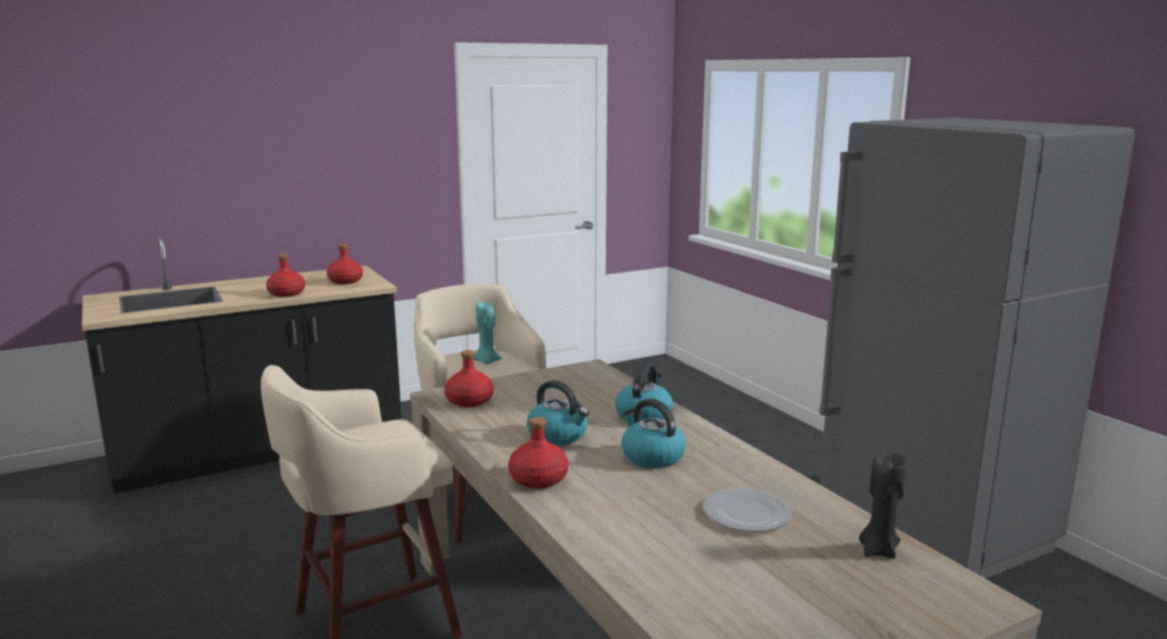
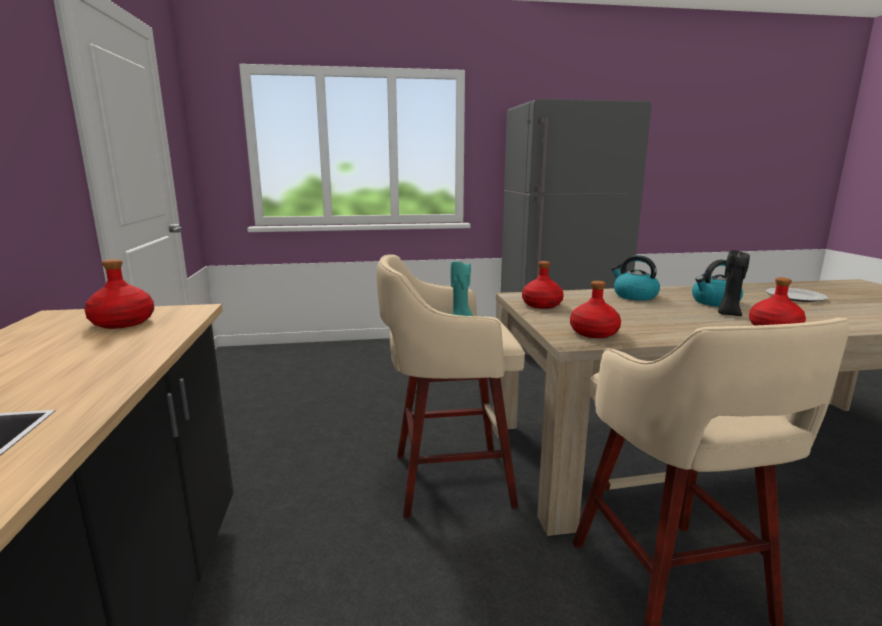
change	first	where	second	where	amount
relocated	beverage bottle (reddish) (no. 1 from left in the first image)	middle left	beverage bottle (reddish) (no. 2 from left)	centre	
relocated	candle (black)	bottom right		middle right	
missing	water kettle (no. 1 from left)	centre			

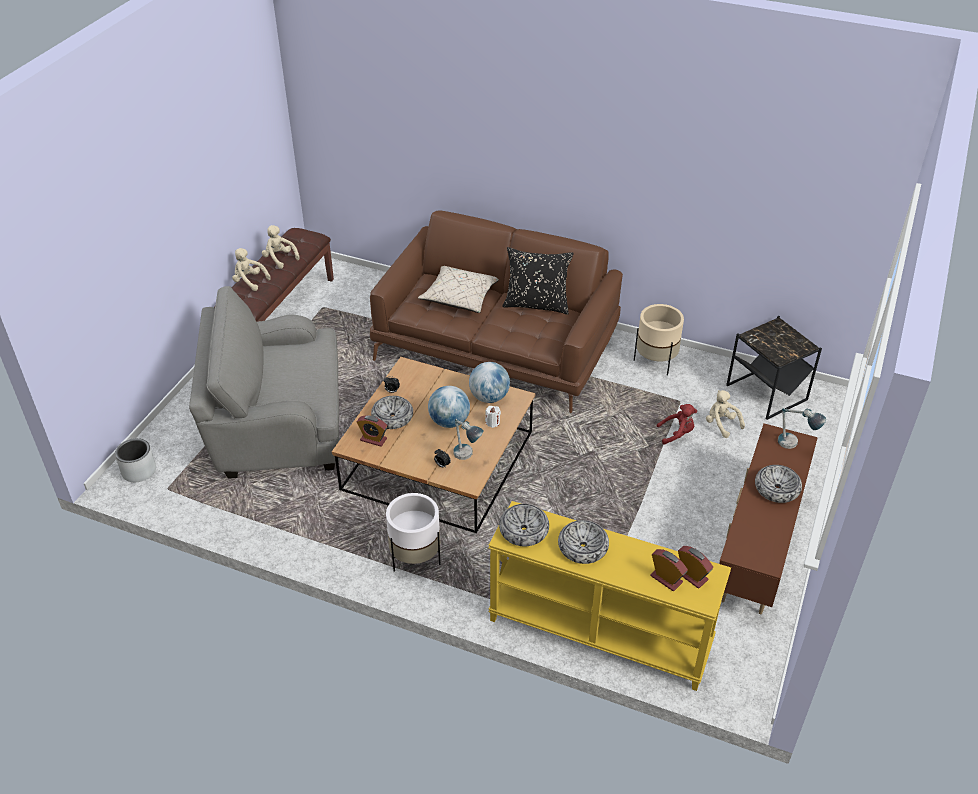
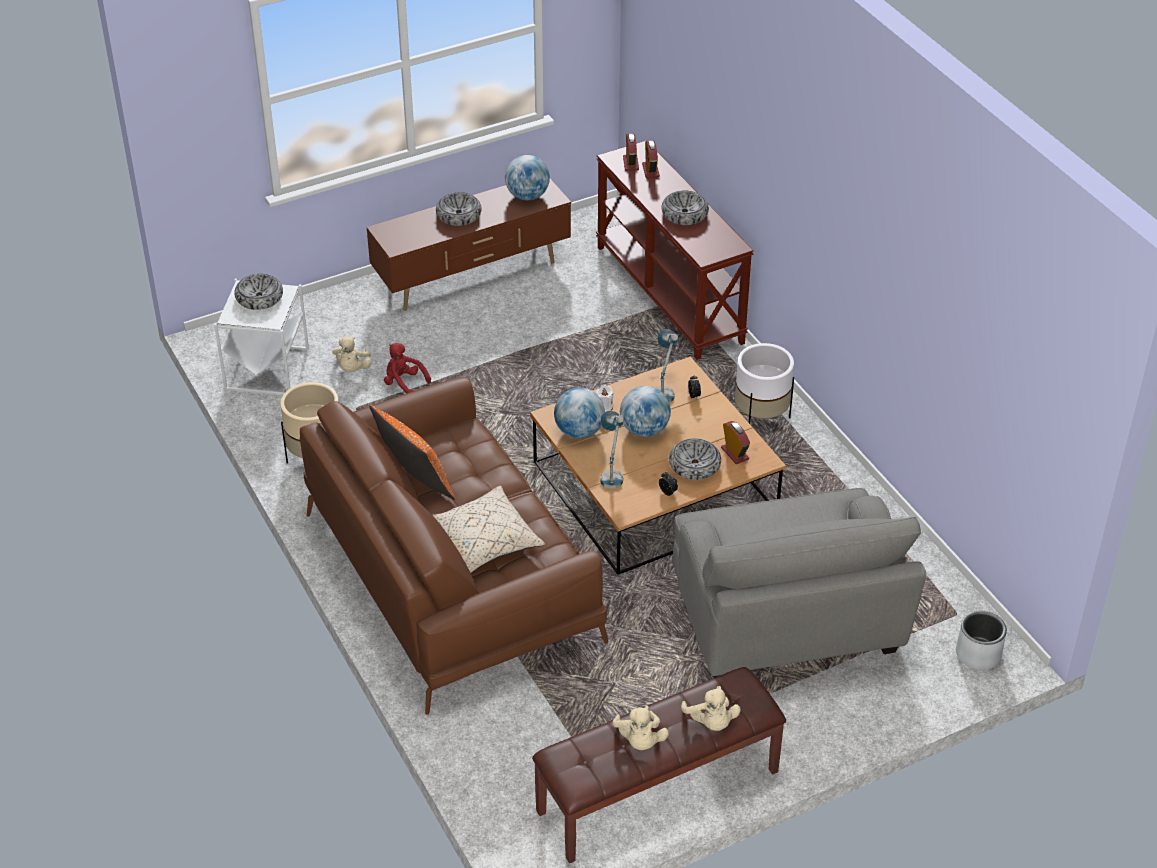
change	first	where	second	where	amount
colour	accent table (black)	middle right	accent table (whitish)	middle left	
relocated	deep dish (no. 2 from left in the first image)	centre	deep dish (no. 1 from left)	middle left	
colour	throw pillow (black)	centre	throw pillow (orangey)	centre	
appeared			world globe (no. 1 from left)	top centre	
colour	narrow table (yellow)	bottom centre	narrow table (brown)	top centre	
relocated	lamp for a table (no. 2 from left in the first image)	middle right	lamp for a table (no. 1 from left)	centre	
spun	easy chair (gray)	middle left		bottom right	45 degrees clockwise

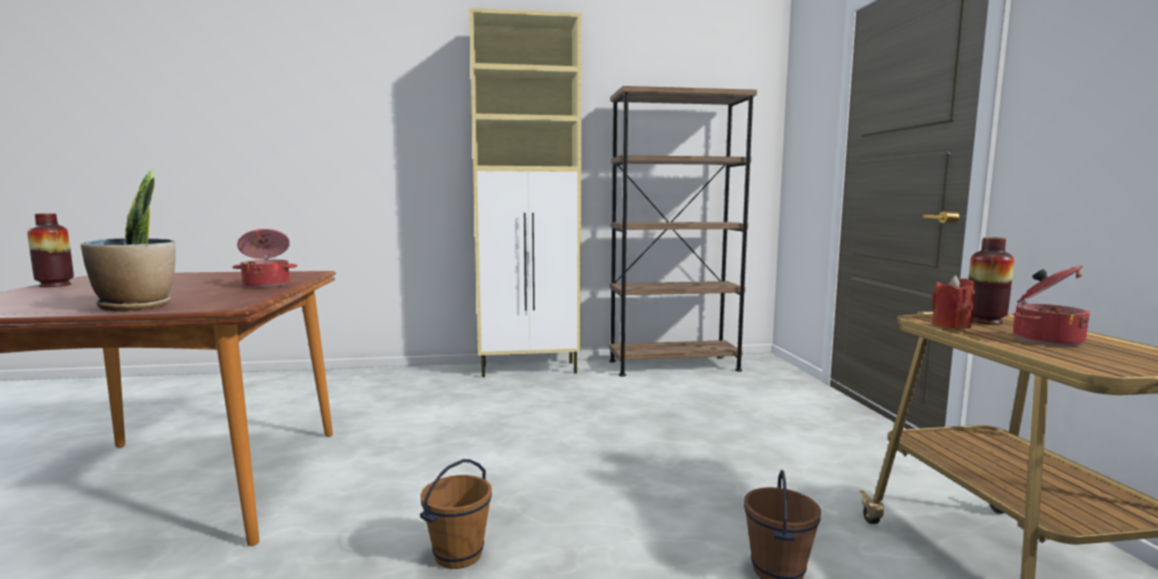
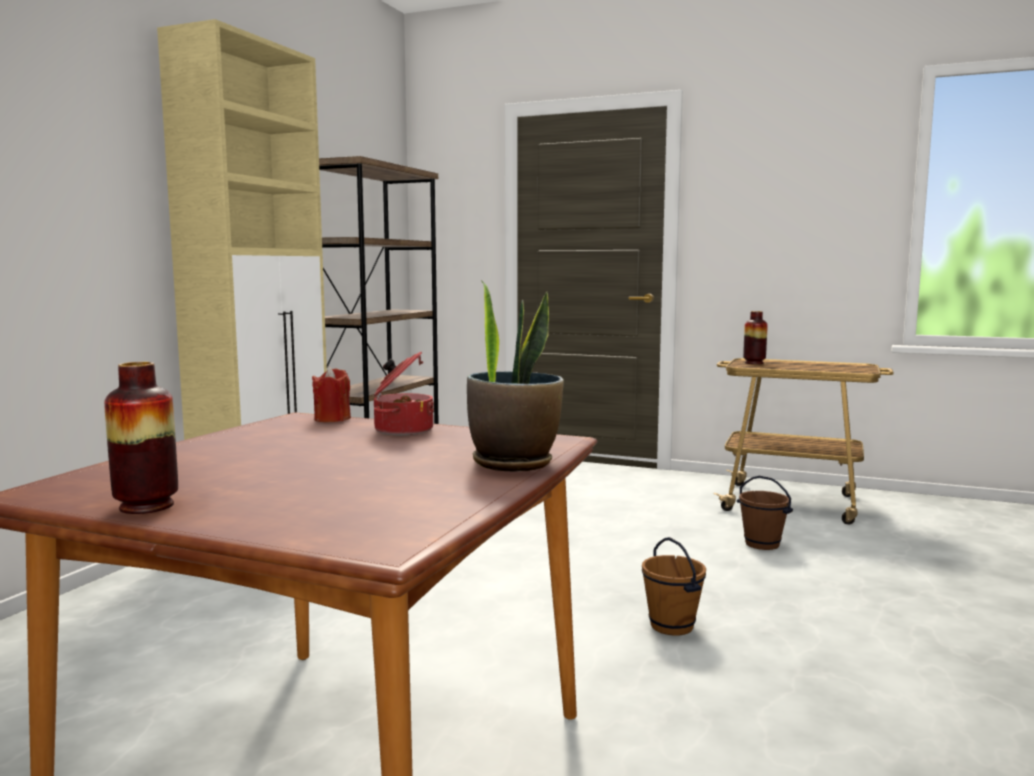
change	first	where	second	where	amount
relocated	candle (reddish)	middle right		middle left	
missing	saucepot (no. 2 from left)	middle right			

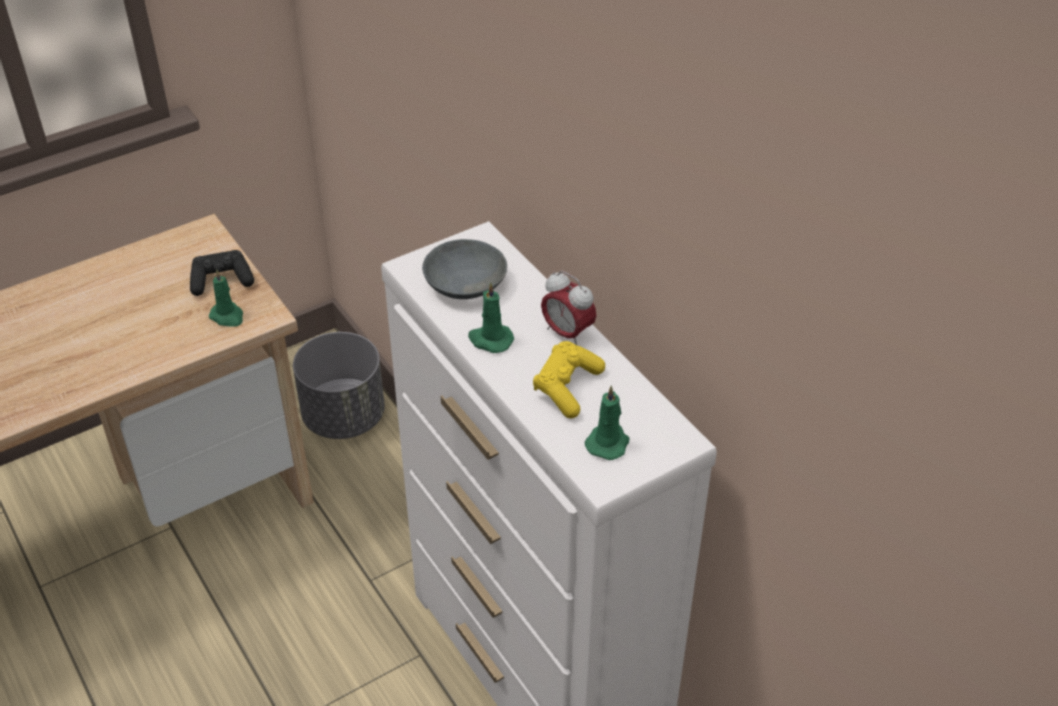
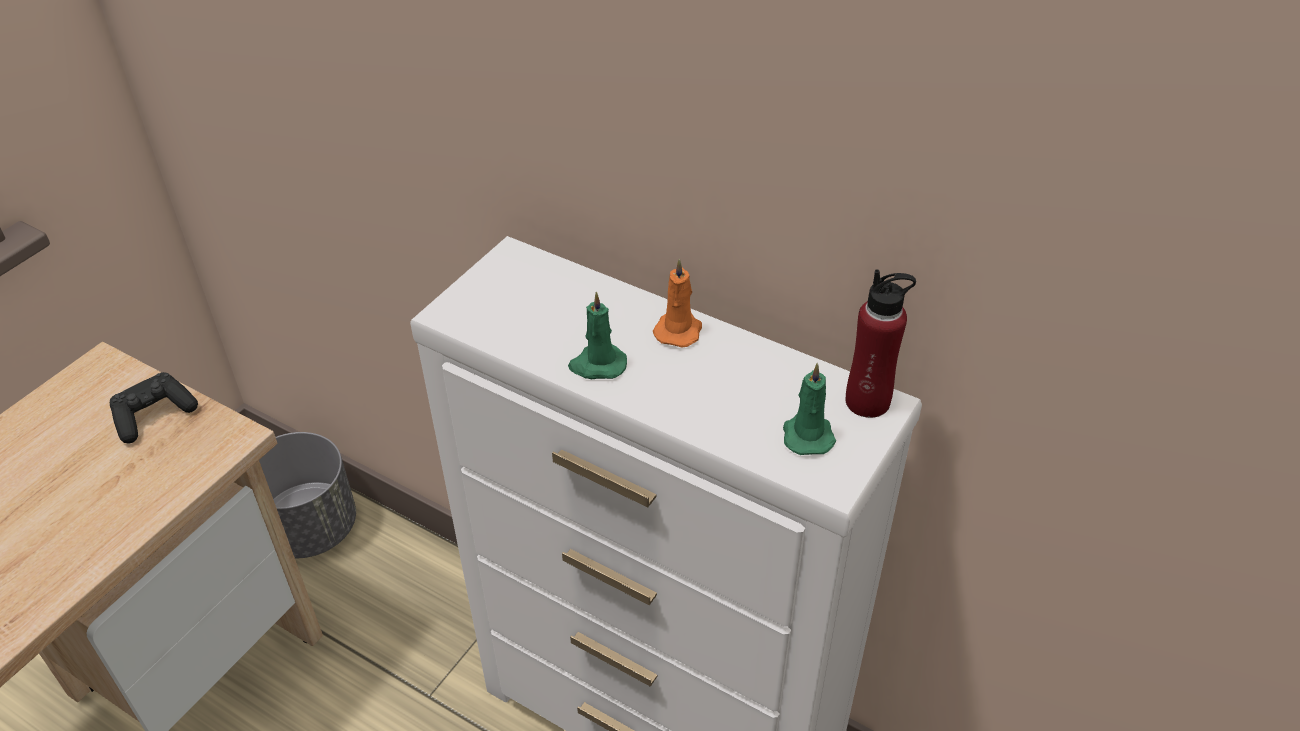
change	first	where	second	where	amount
exchanged	bedside clock	centre	candle (orangey)	centre	
appeared			beverage bottle (reddish)	middle right	
missing	candle (greenish) (no. 1 from left)	middle left			
missing	deep dish (gray)	centre			
missing	joypad (yellow)	centre			

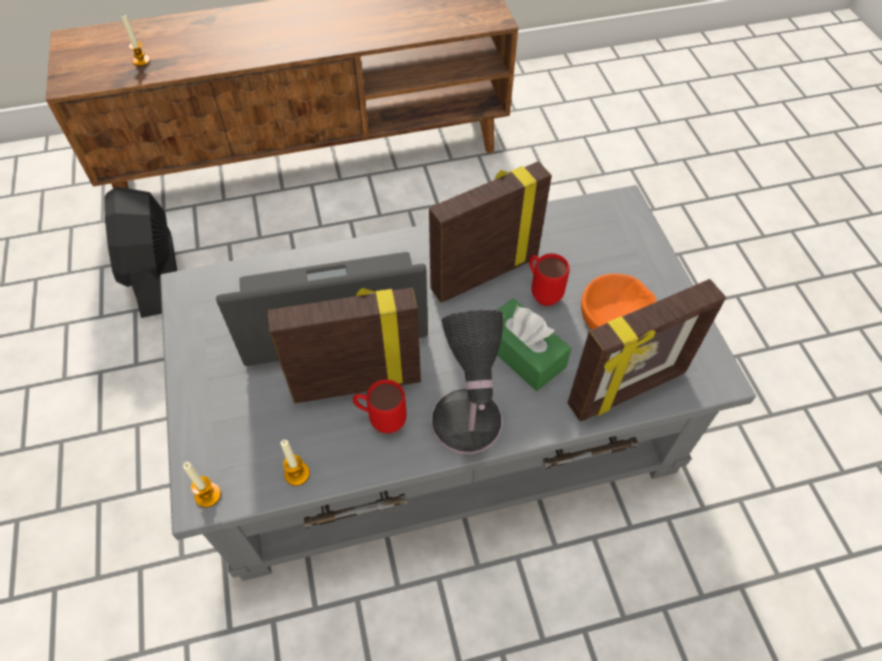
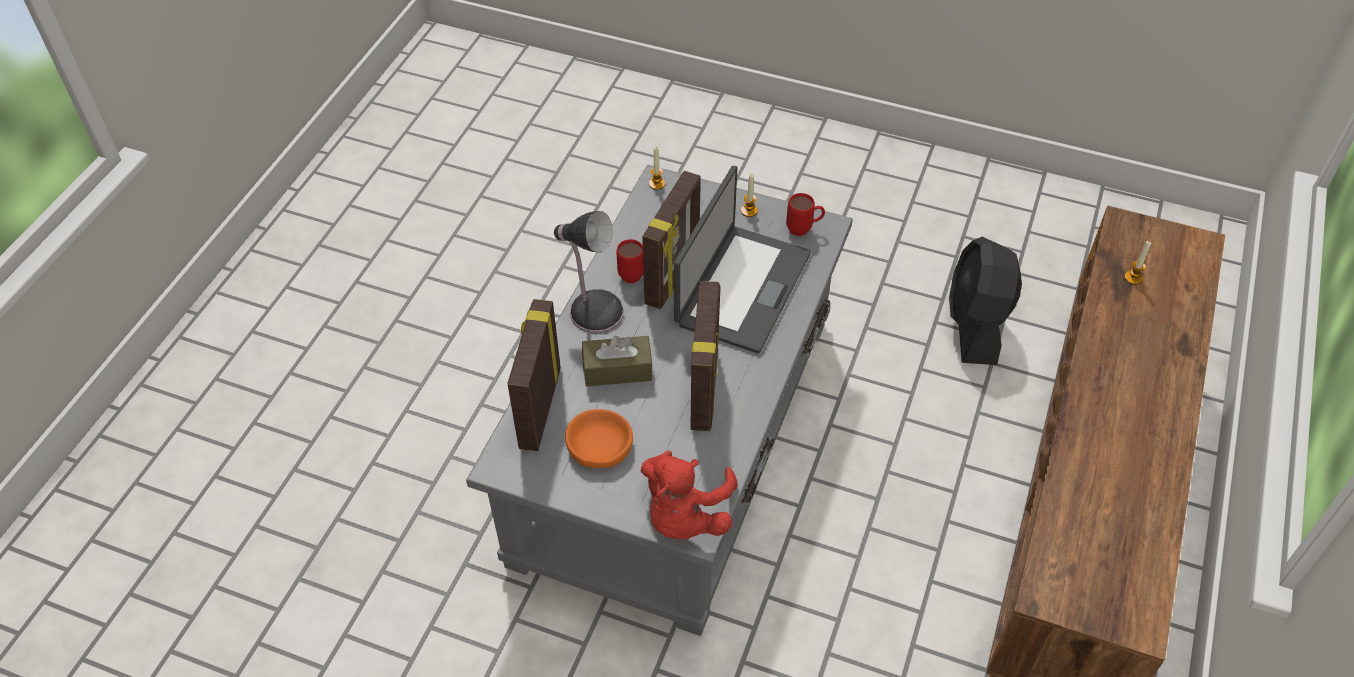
change	first	where	second	where	amount
colour	box of tissues (greenish)	centre	box of tissues (brown)	centre	
appeared			soft toy (reddish)	bottom centre	
relocated	candle (no. 3 from left in the first image)	bottom centre	candle (no. 2 from left)	top centre	
relocated	coffee mug (reddish) (no. 2 from left)	centre		top centre	
spun	cooling fan (black)	middle left		middle right	105 degrees counterclockwise

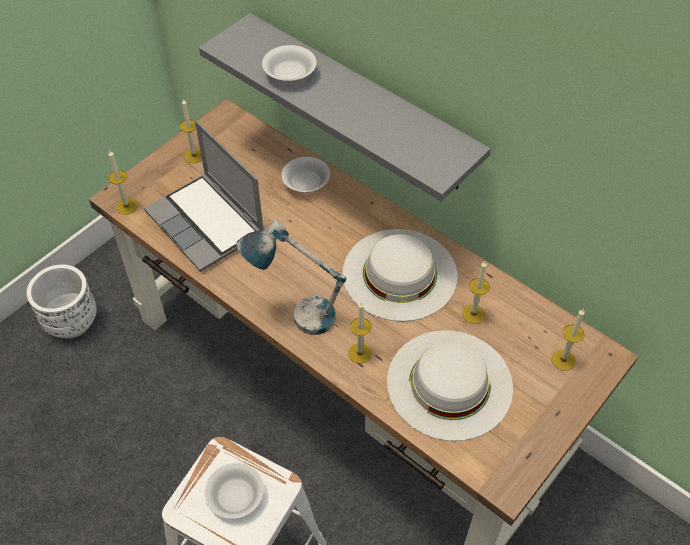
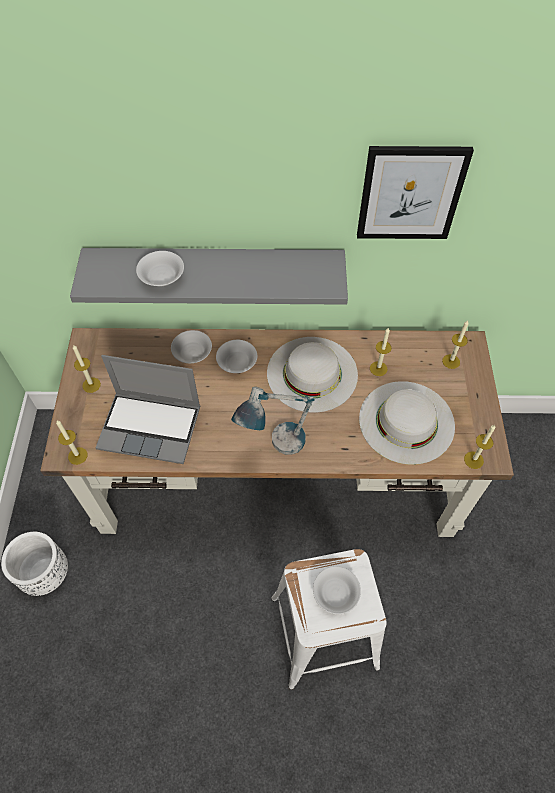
change	first	where	second	where	amount
appeared			deep dish (whitish) (no. 3 from left)	centre	
appeared			wall picture	top right	
relocated	candle (no. 3 from left in the first image)	centre	candle (no. 5 from left)	middle right	

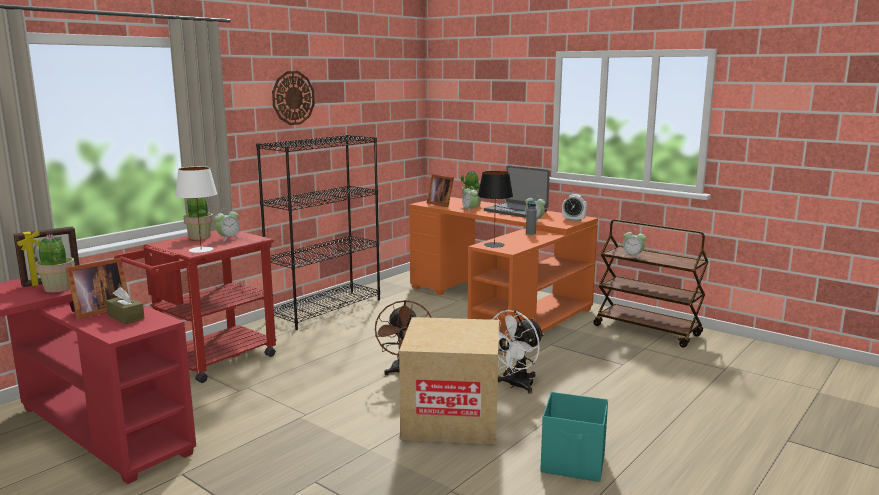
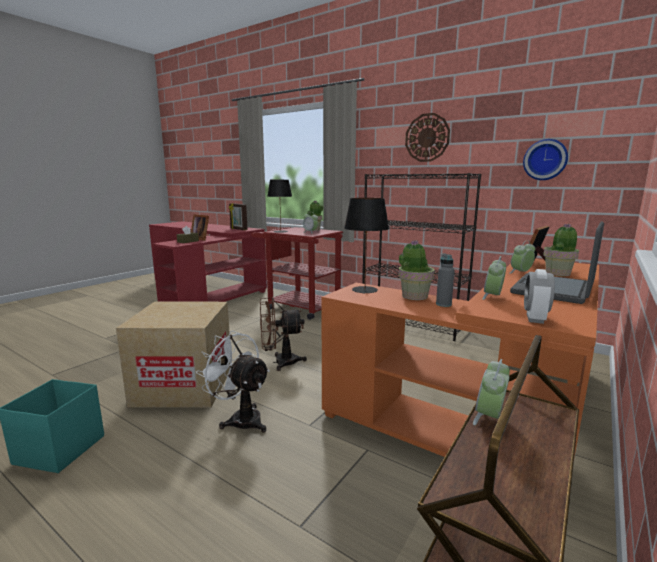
change	first	where	second	where	amount
colour	lamp for a table (whitish)	middle left	lamp for a table (black) (no. 1 from left)	centre	
relocated	plant in a pot (no. 1 from left in the first image)	middle left	plant in a pot (no. 2 from left)	centre	
appeared			hanging clock (no. 2 from left)	top right	

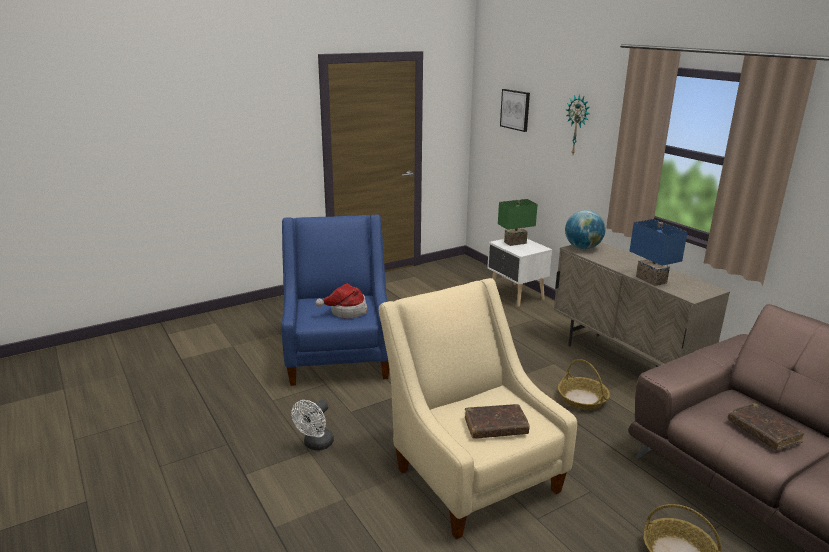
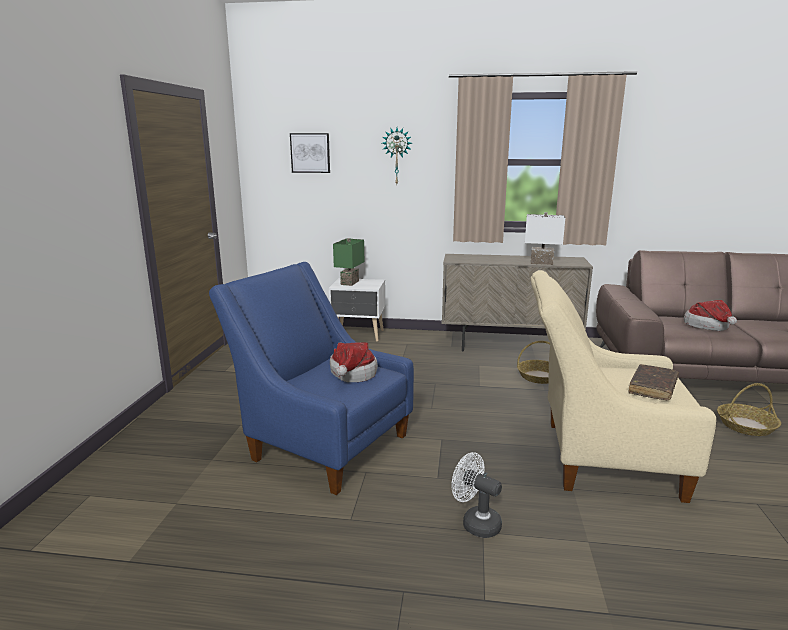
change	first	where	second	where	amount
spun	cooling fan (whitish)	bottom centre		bottom centre	150 degrees clockwise
colour	lamp for a table (bluish)	middle right	lamp for a table (whitish)	middle right	
exchanged	bound book (brown) (no. 2 from left)	bottom right	wearable hat (no. 2 from left)	middle right	
missing	world globe	middle right			

